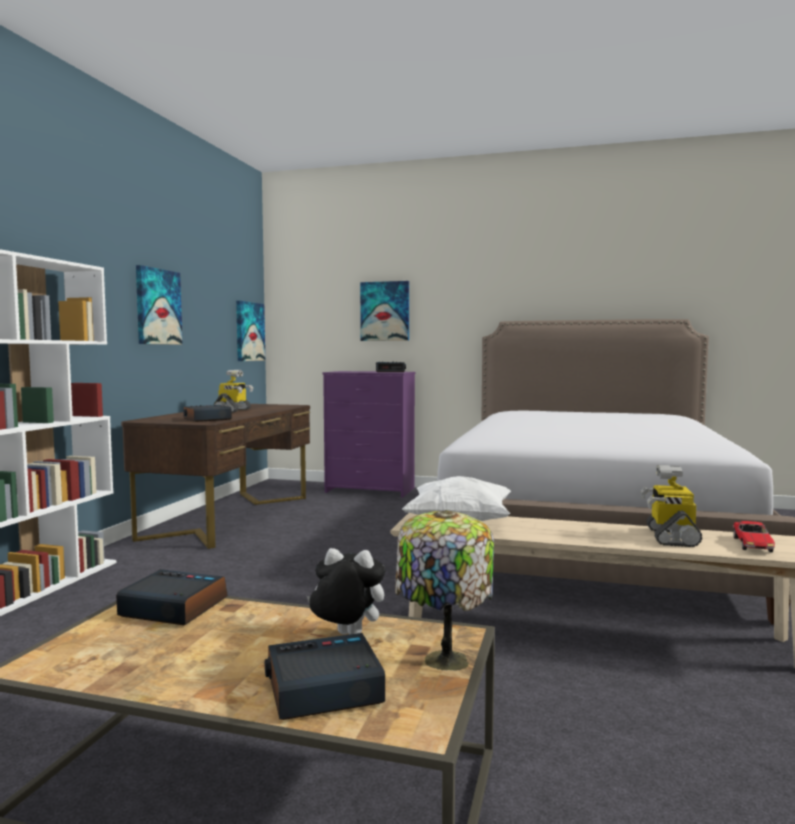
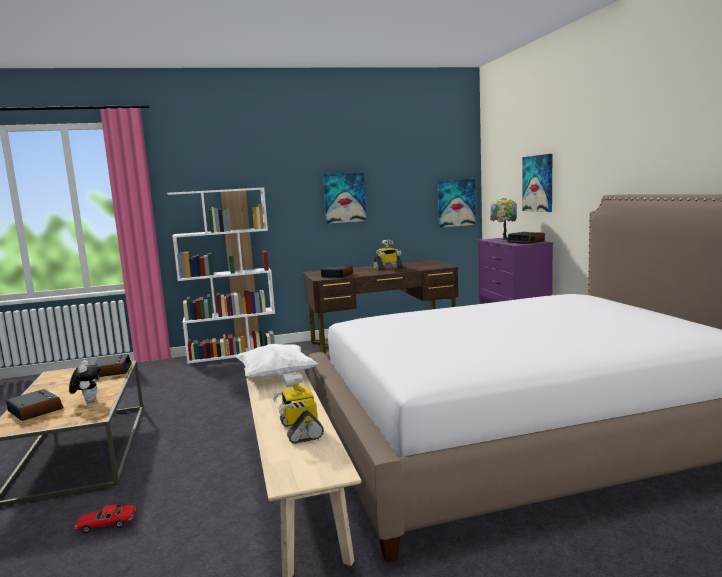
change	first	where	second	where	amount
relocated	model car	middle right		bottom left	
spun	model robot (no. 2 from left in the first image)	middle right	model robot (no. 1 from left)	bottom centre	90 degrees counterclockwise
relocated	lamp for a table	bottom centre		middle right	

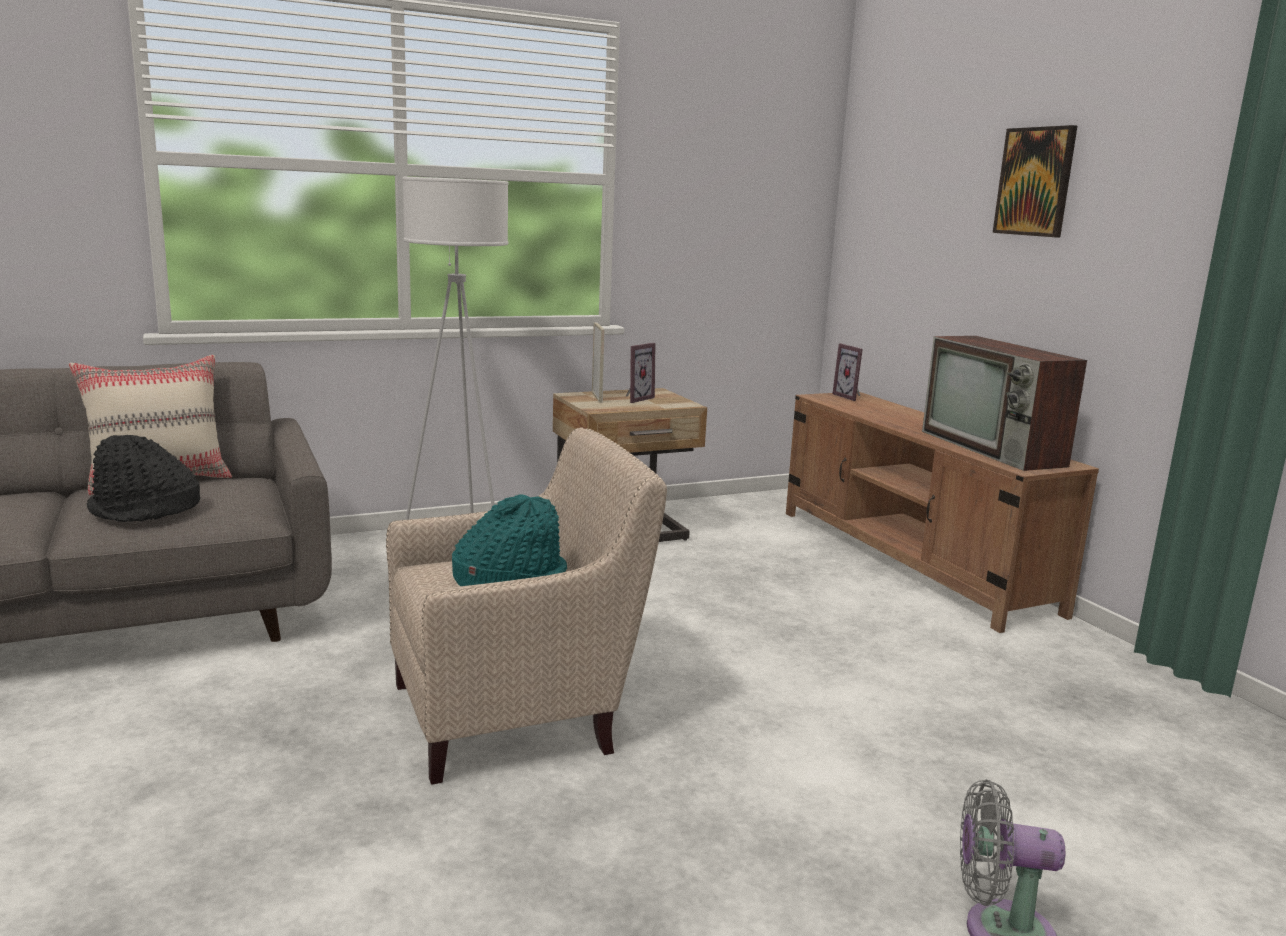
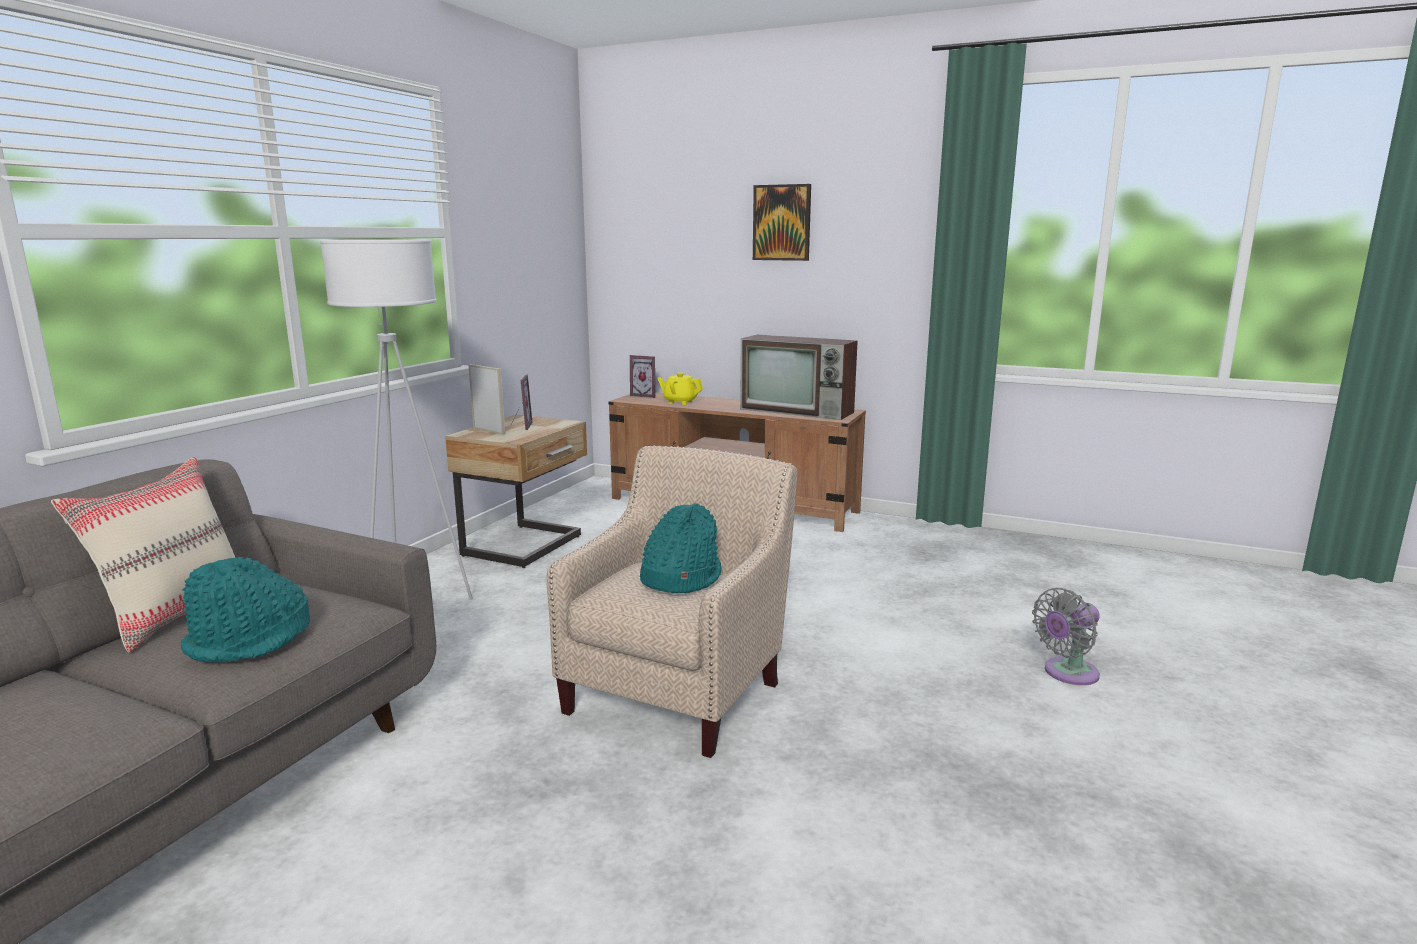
change	first	where	second	where	amount
colour	wearable hat (black)	middle left	wearable hat (turquoise-coloured) (no. 1 from left)	middle left	
appeared			tea pot (yellow)	centre	

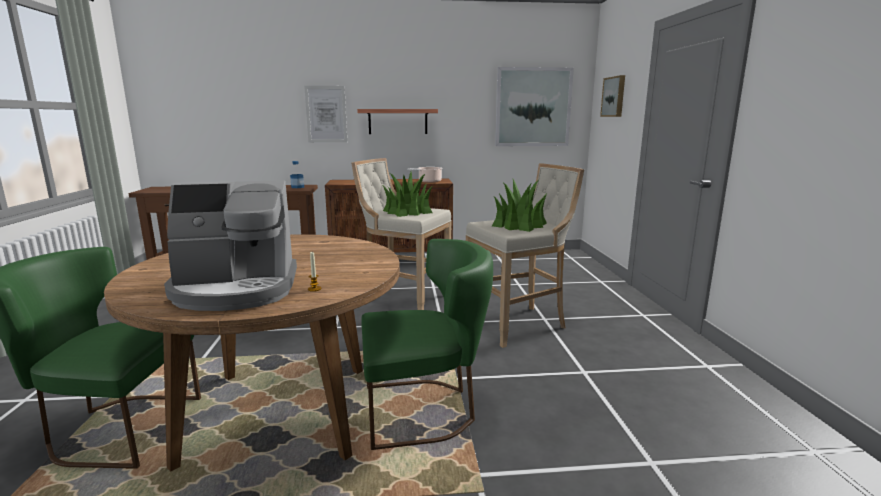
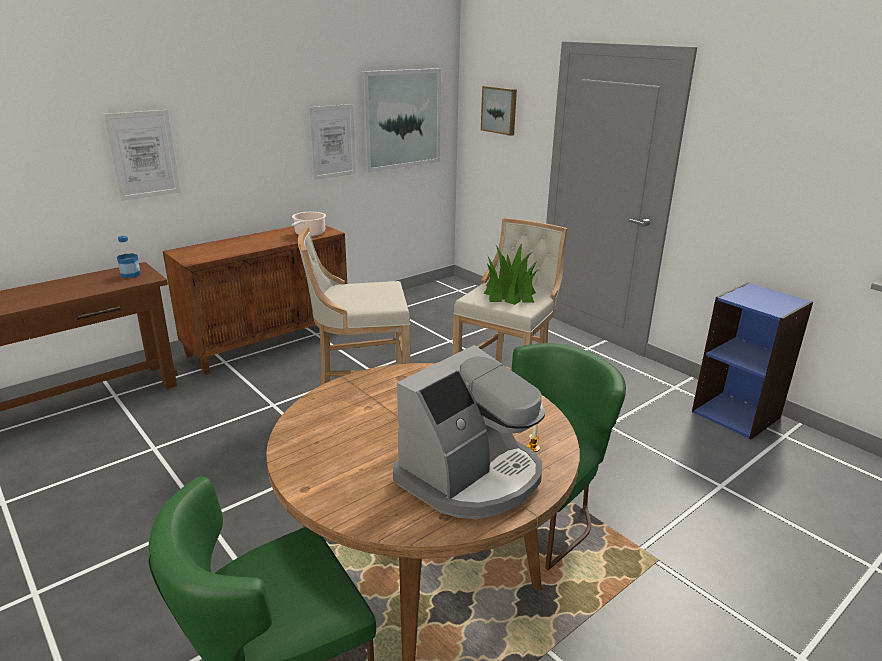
change	first	where	second	where	amount
appeared			wall picture (no. 2 from left)	top centre	
appeared			bookshelf (bluish)	middle right	
missing	bracket shelf	top centre			
missing	plant in a pot (no. 1 from left)	centre			

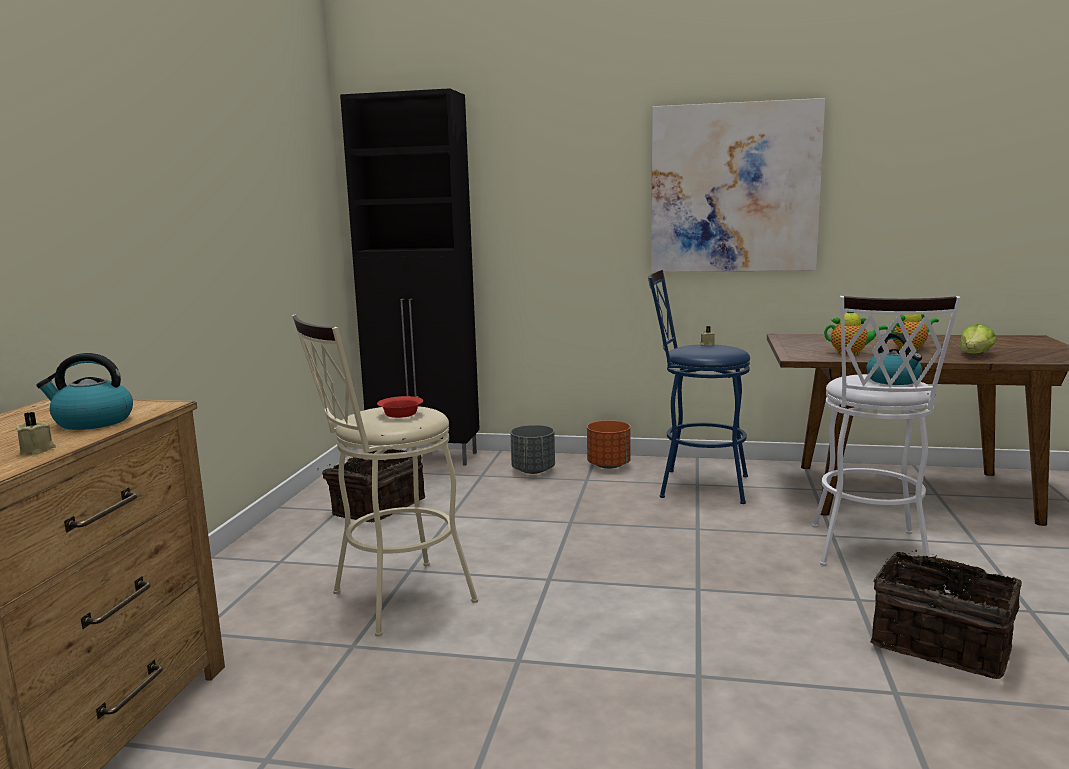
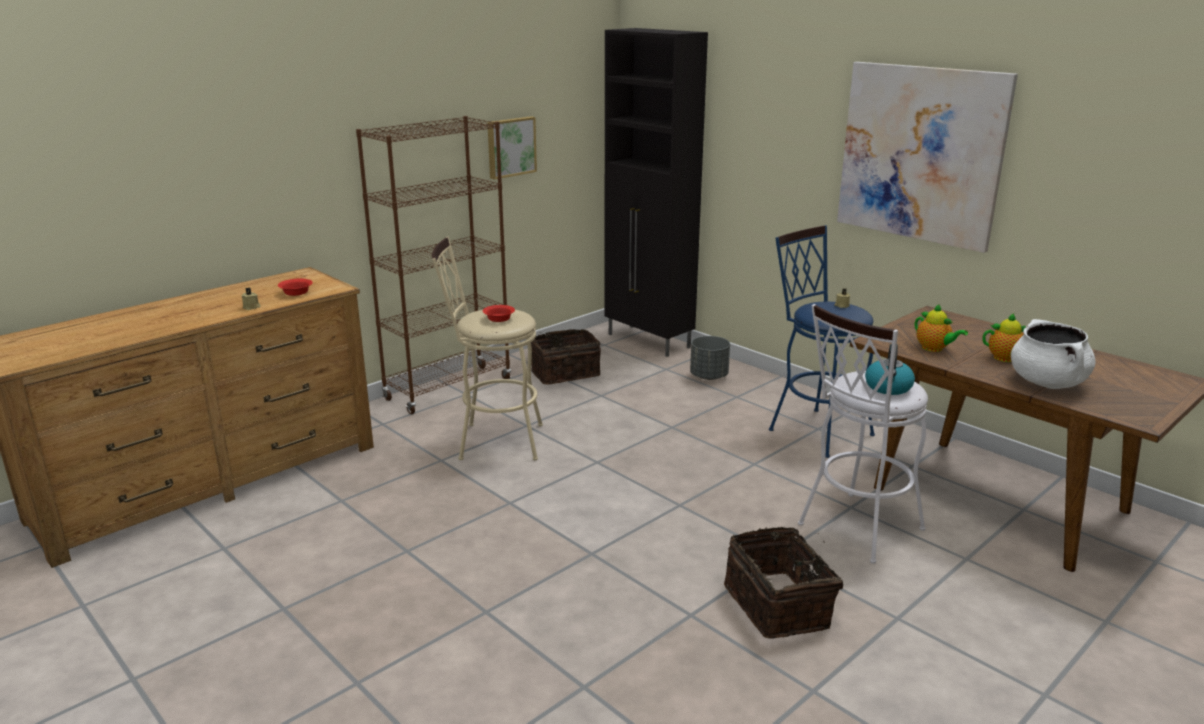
change	first	where	second	where	amount
exchanged	water kettle (no. 1 from left)	middle left	deep dish (reddish) (no. 1 from left)	middle left	
appeared			bookshelf (brown)	centre	
appeared			wall picture (no. 1 from left)	top centre	
exchanged	lettuce head	middle right	saucepot (whitish)	middle right	
missing	plant pot (orangey)	centre			

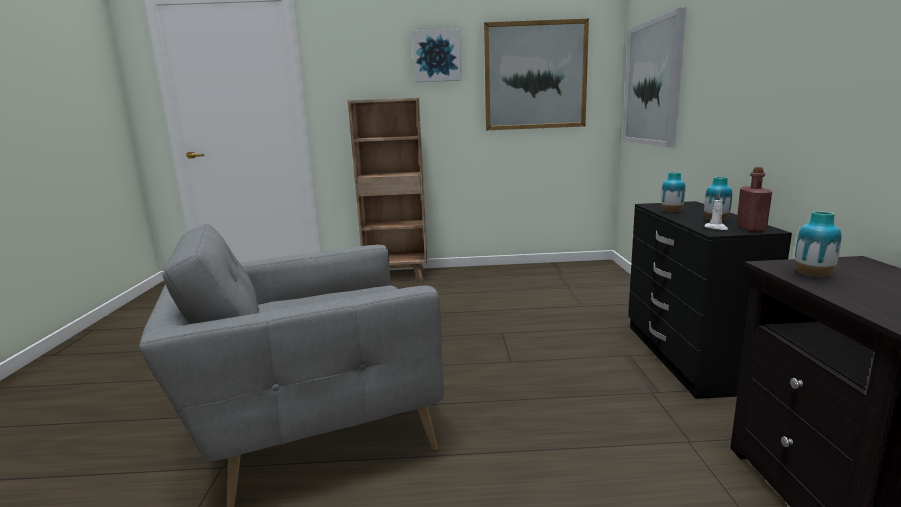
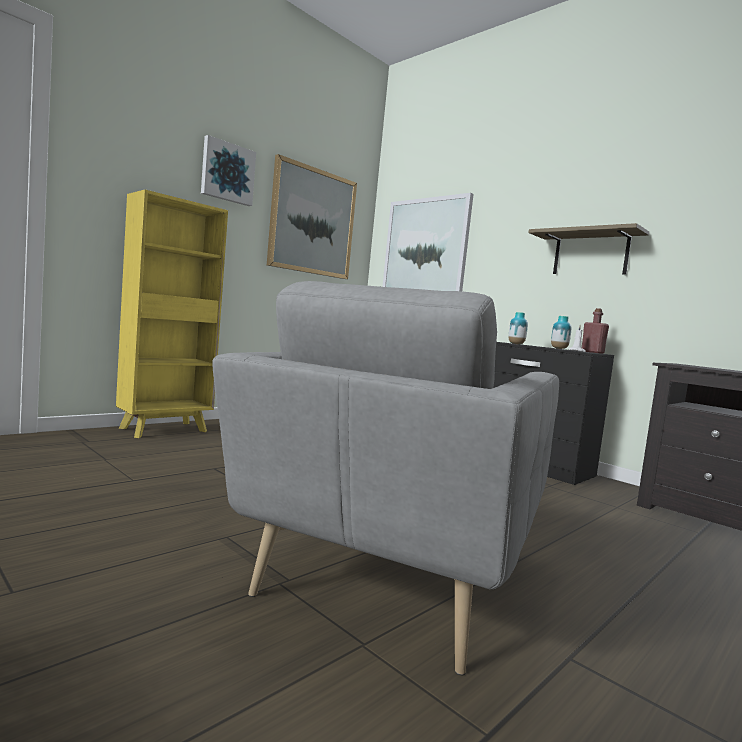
change	first	where	second	where	amount
colour	bookshelf (brown)	centre	bookshelf (yellow)	middle left	
appeared			bracket shelf	middle right	
missing	flower vase (no. 3 from left)	middle right			

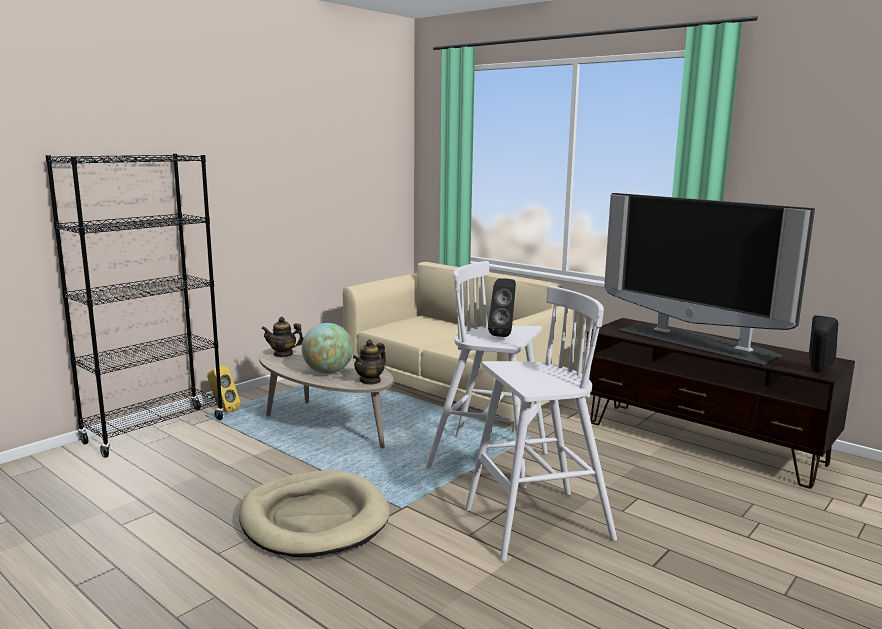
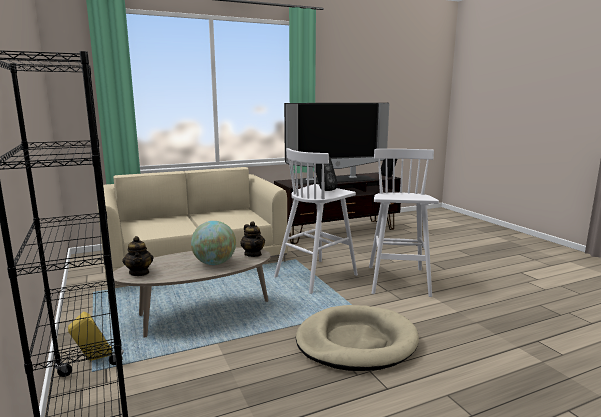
change	first	where	second	where	amount
spun	tea pot (no. 1 from left)	middle left		middle left	45 degrees counterclockwise

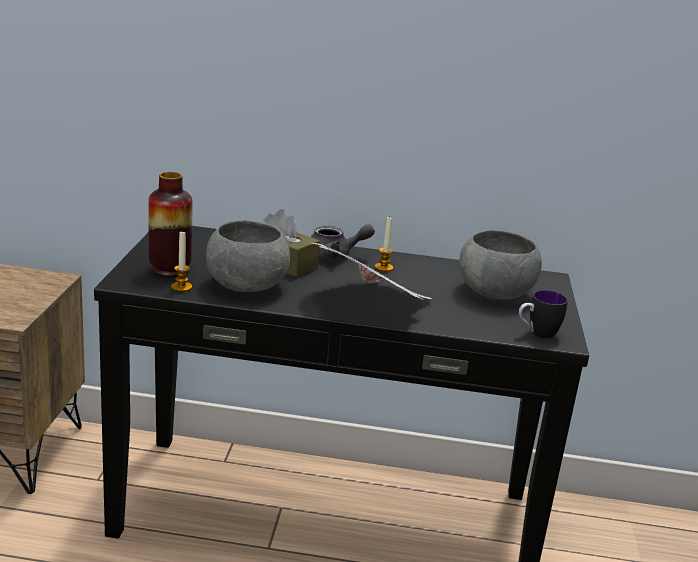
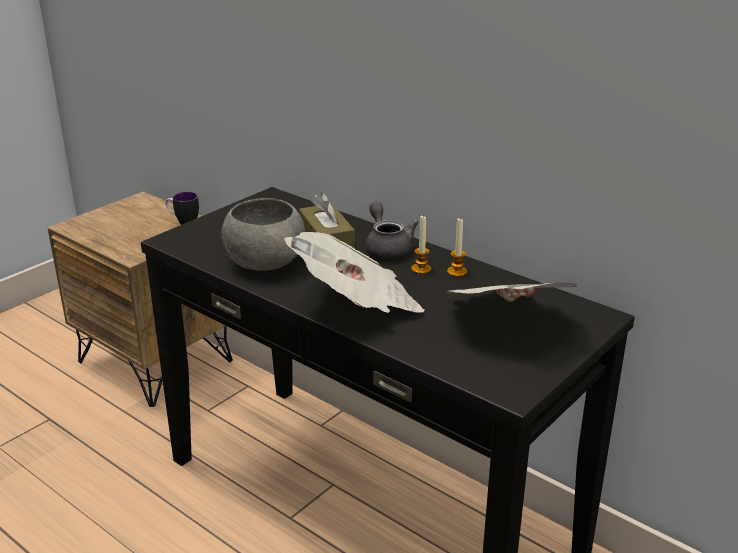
change	first	where	second	where	amount
relocated	coffee mug	middle right		middle left	
spun	tea pot (gray)	centre		centre	135 degrees counterclockwise
relocated	candle (no. 1 from left in the first image)	middle left	candle (no. 2 from left)	centre	
exchanged	deep dish (gray) (no. 2 from left)	middle right	newspaper (no. 2 from left)	middle right	
missing	flower vase	middle left			

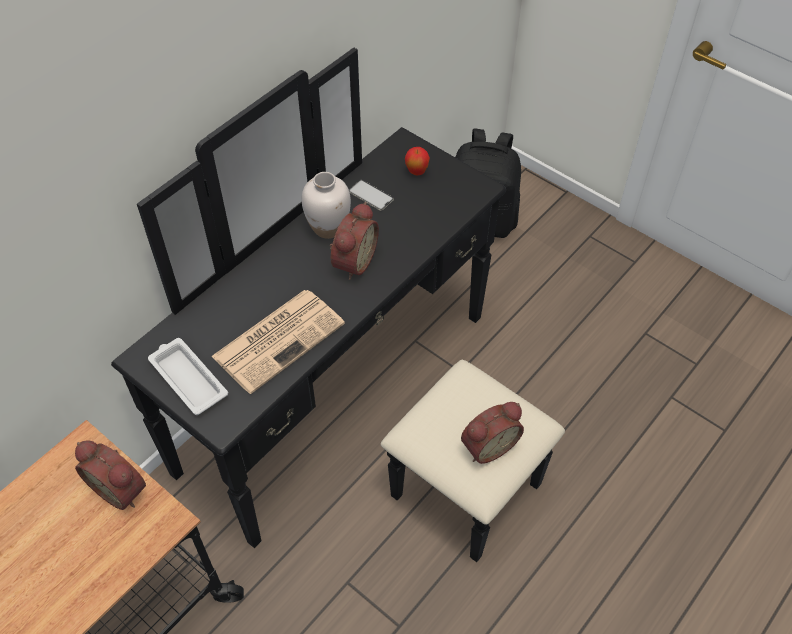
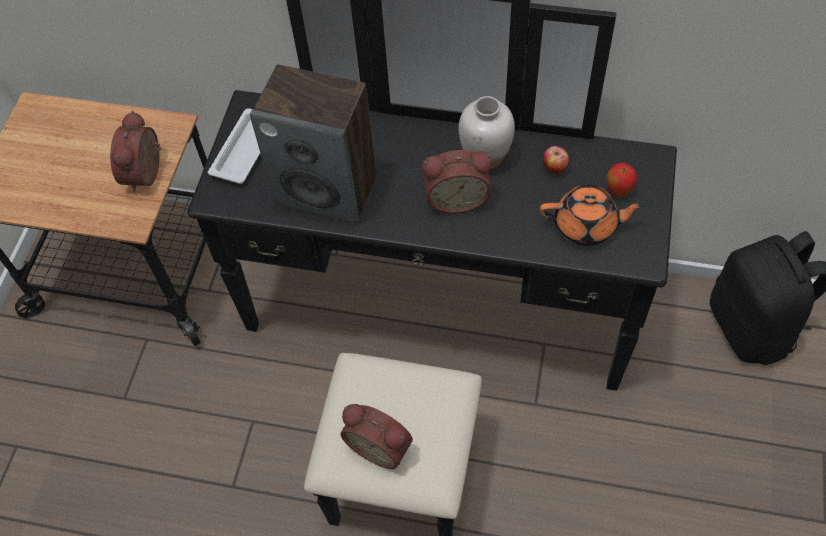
change	first	where	second	where	amount
exchanged	newspaper	centre	audio speaker	top centre	
appeared			tea pot (orangey)	middle right	
exchanged	phone	top centre	apple (no. 1 from left)	top right	

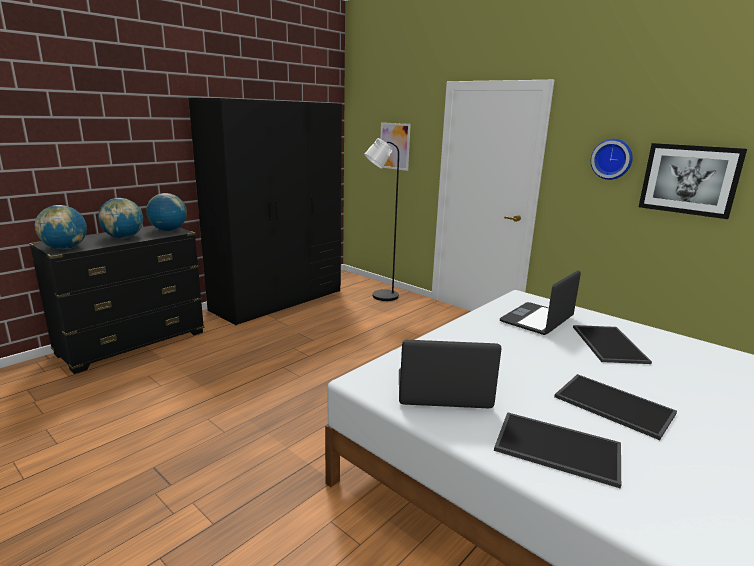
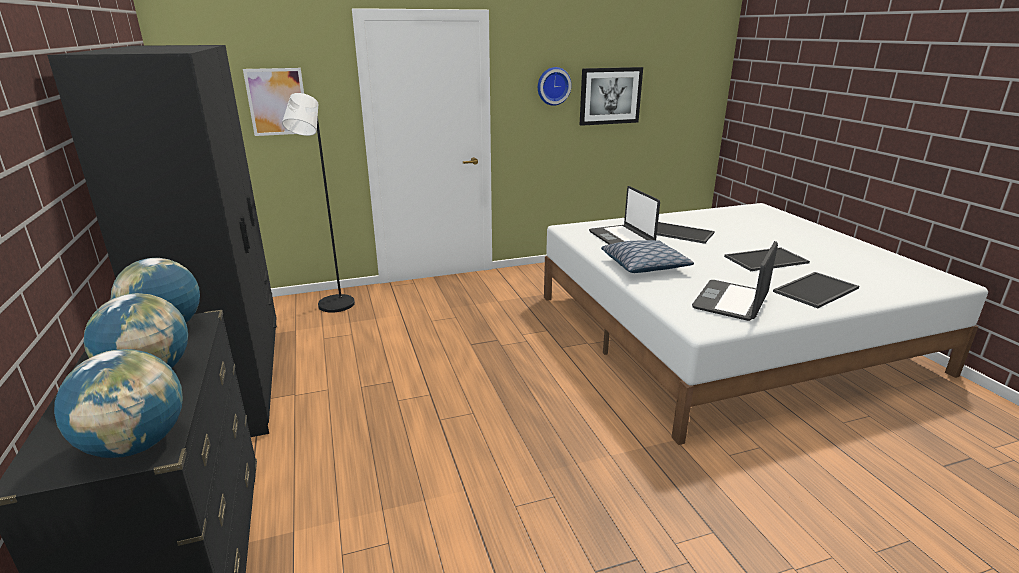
change	first	where	second	where	amount
appeared			throw pillow	centre	

